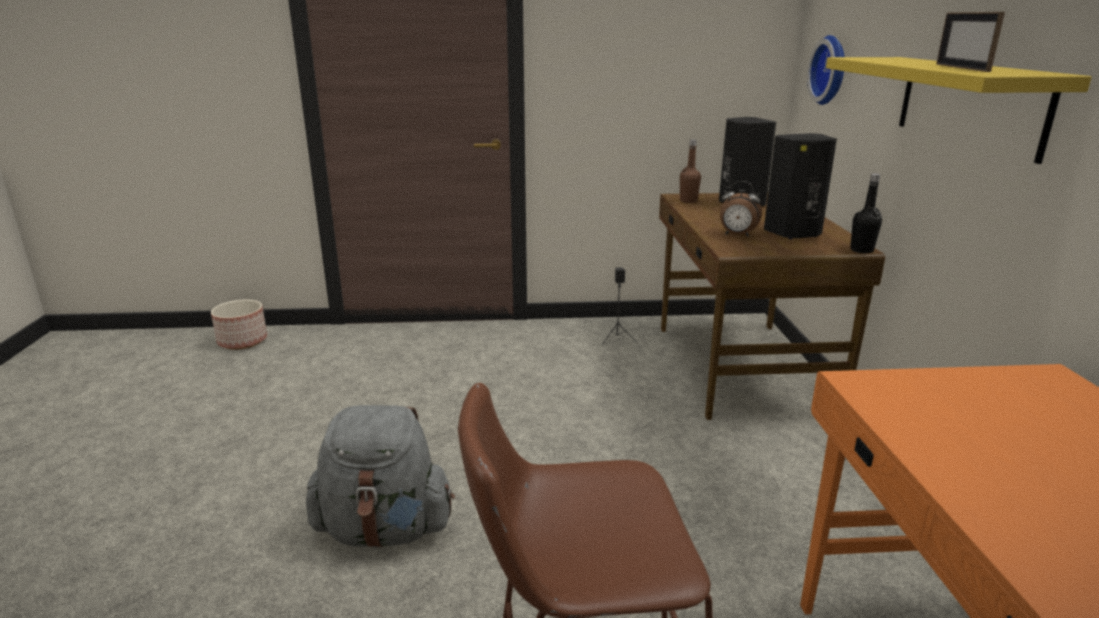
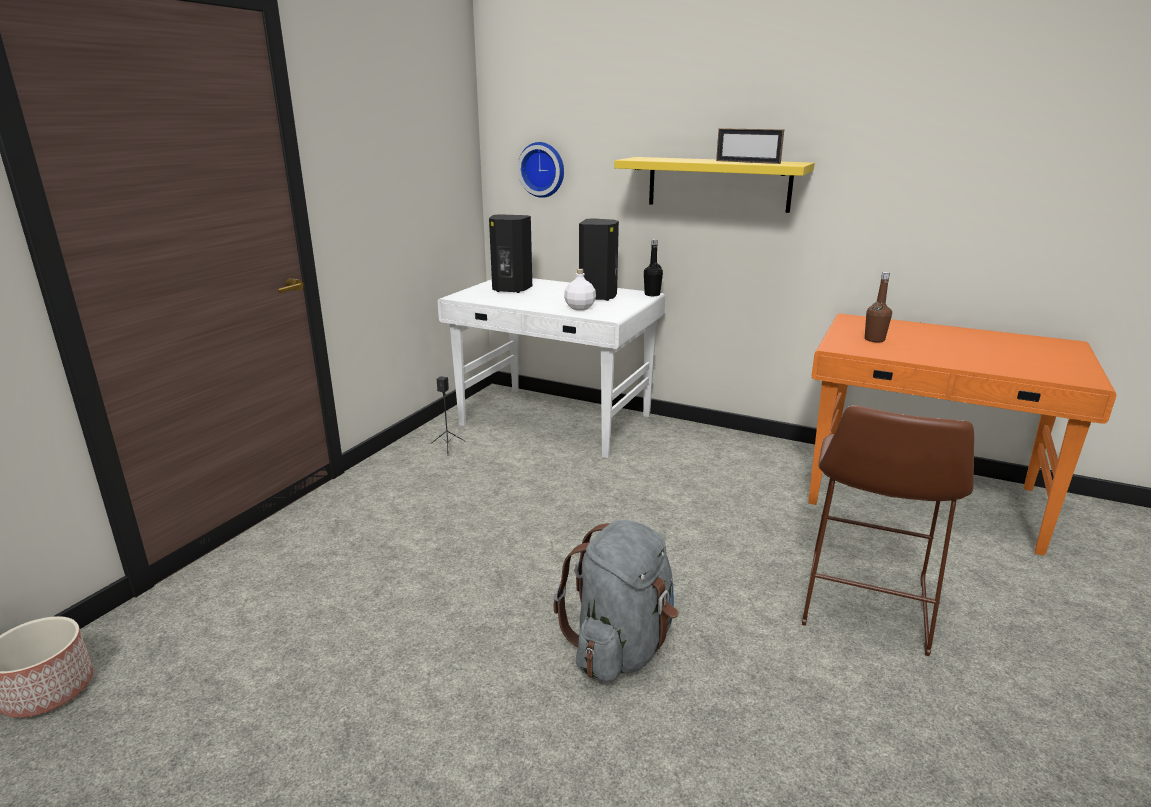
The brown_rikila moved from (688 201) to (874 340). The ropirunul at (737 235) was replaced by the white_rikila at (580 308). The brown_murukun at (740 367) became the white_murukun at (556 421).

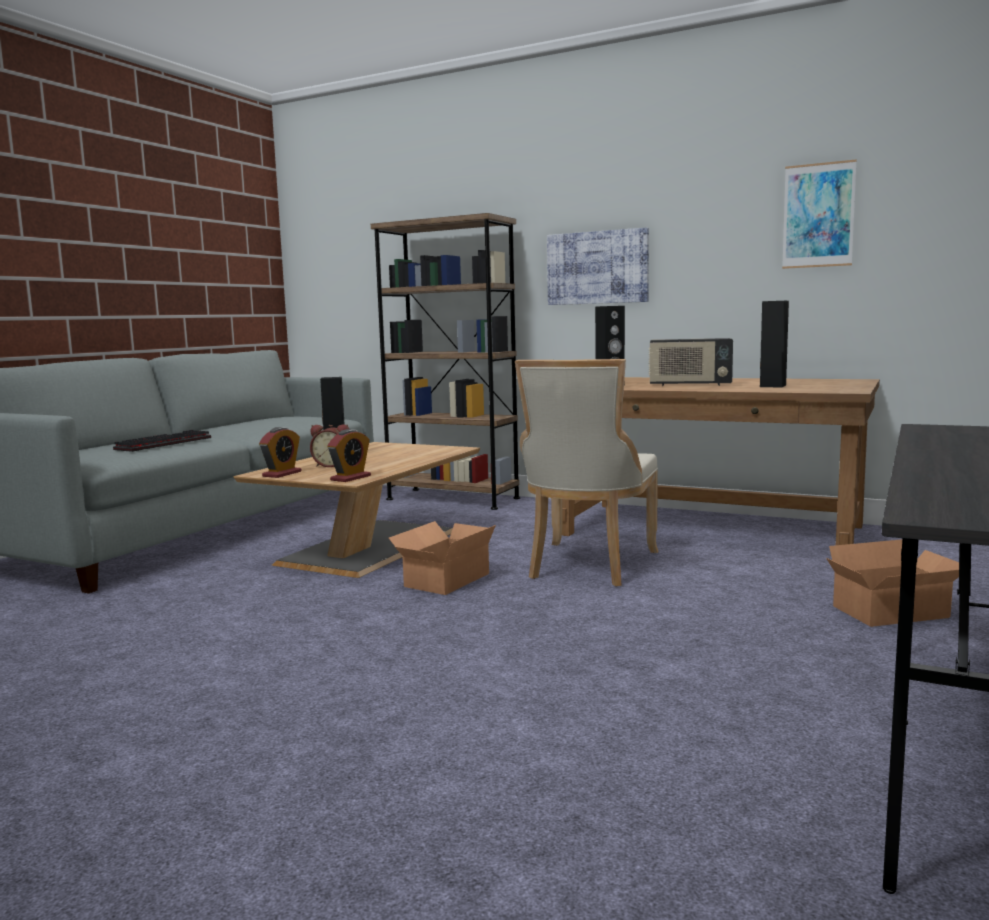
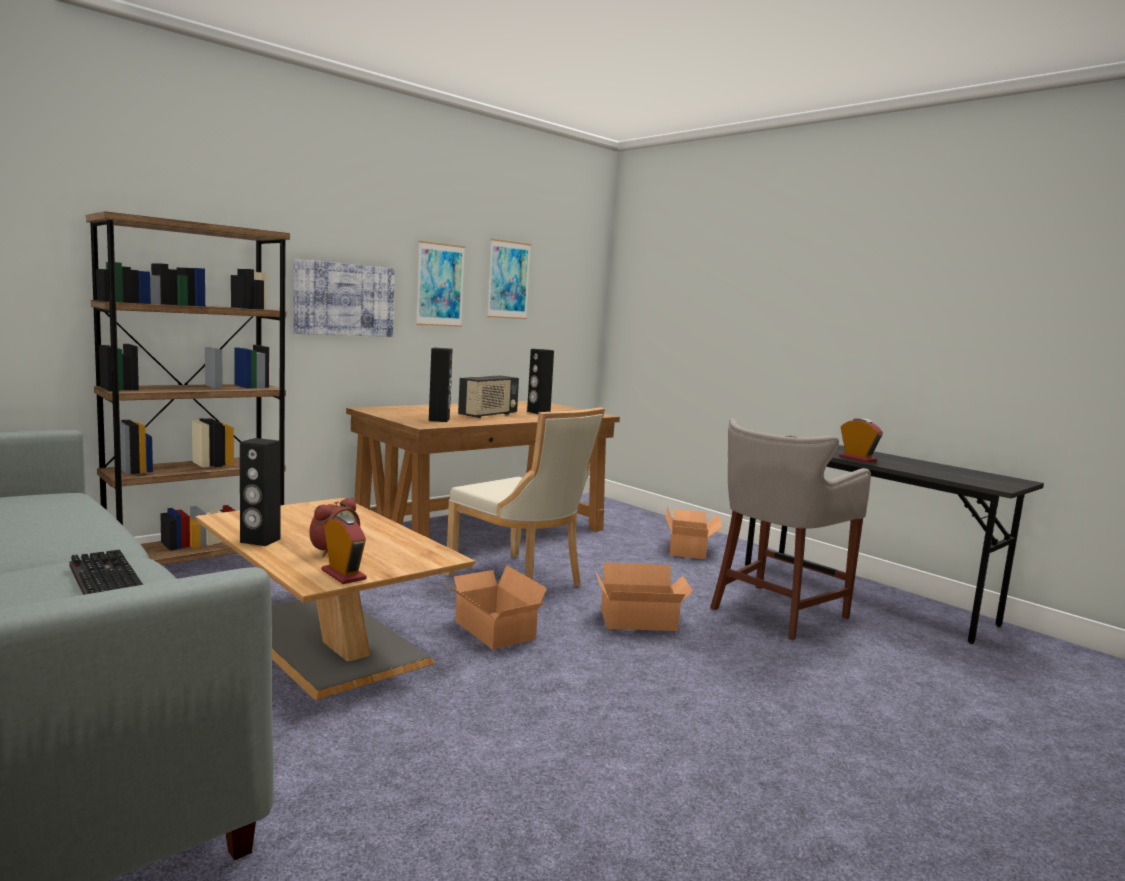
The ropirunul moved from (350 478) to (857 459). The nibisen at (440 285) appeared. The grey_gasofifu at (774 613) appeared. The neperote at (640 621) appeared.

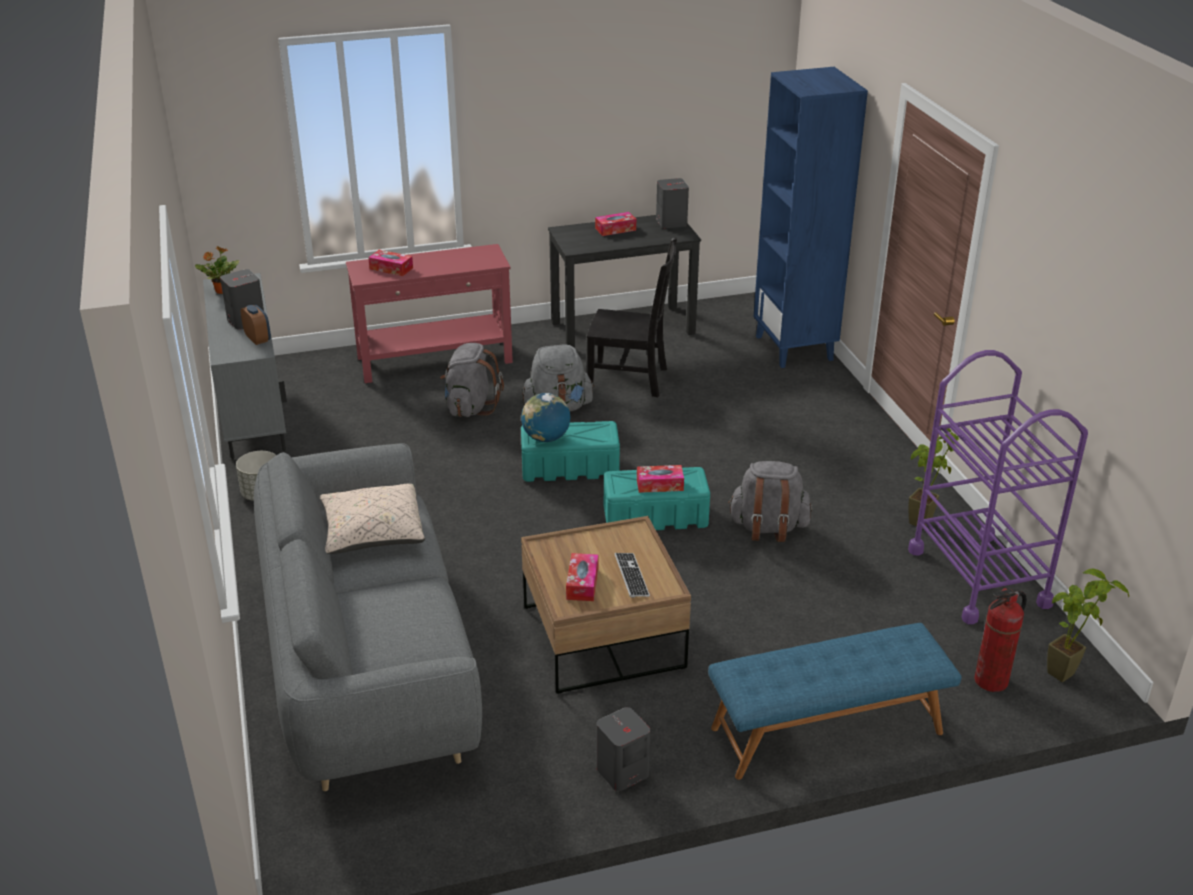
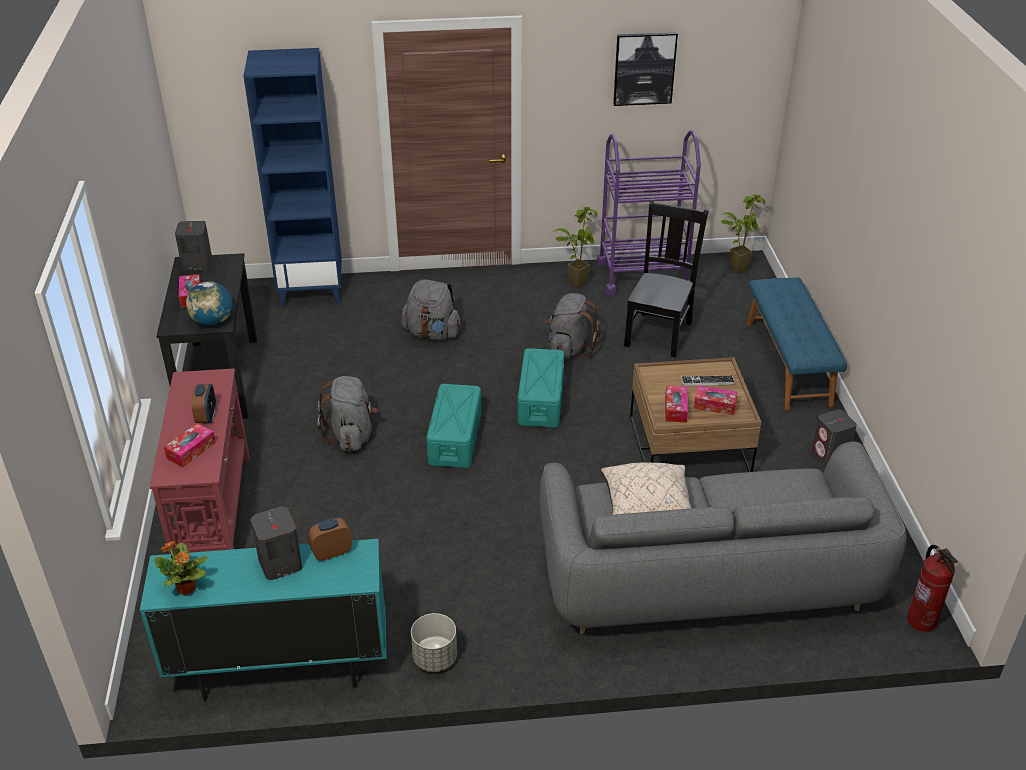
The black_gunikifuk moved from (631 379) to (659 332). The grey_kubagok at (254 422) became the turquoise_kubagok at (281 670). The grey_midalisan moved from (470 407) to (432 334). The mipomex moved from (546 438) to (213 322). The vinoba moved from (660 485) to (675 409). The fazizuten moved from (991 681) to (921 621). The nibisen at (644 68) appeared. The ropirunul at (206 417) appeared.

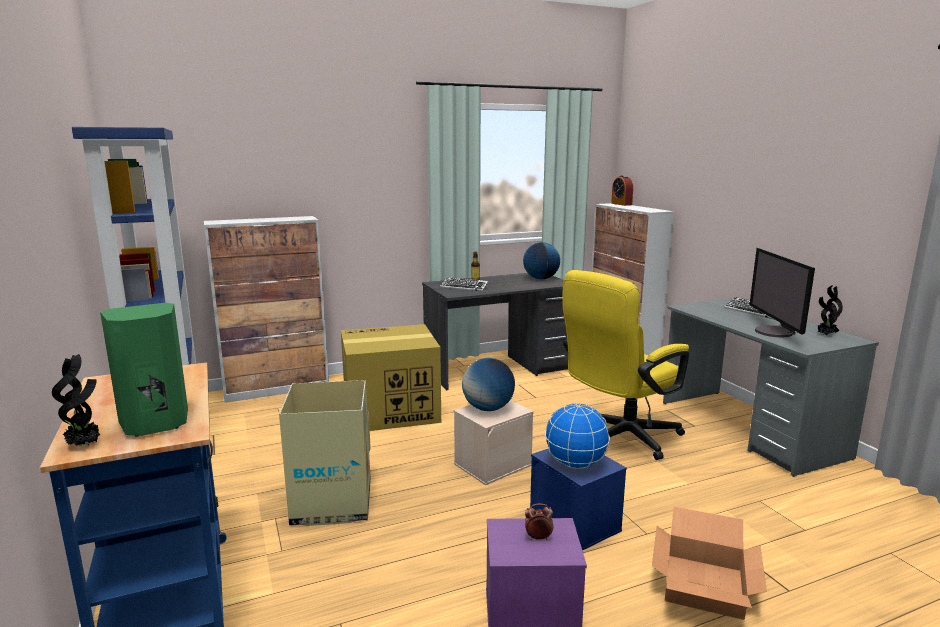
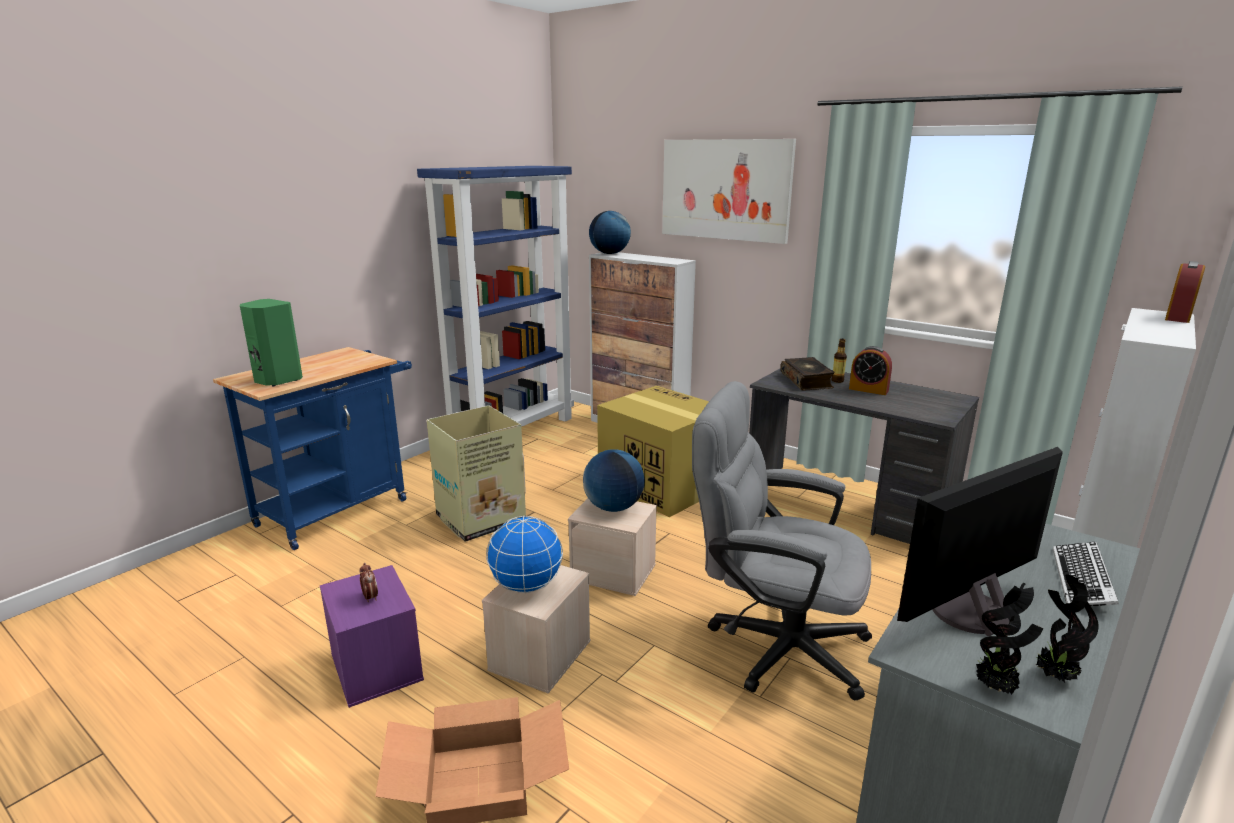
The mipomex moved from (541 279) to (609 253). The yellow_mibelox at (619 438) became the grey_mibelox at (773 643). The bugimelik at (464 287) was replaced by the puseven at (807 381). The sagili moved from (85 445) to (996 688). The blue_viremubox at (576 523) became the beige_viremubox at (540 656). The nibisen at (725 189) appeared. The ropirunul at (868 390) appeared.

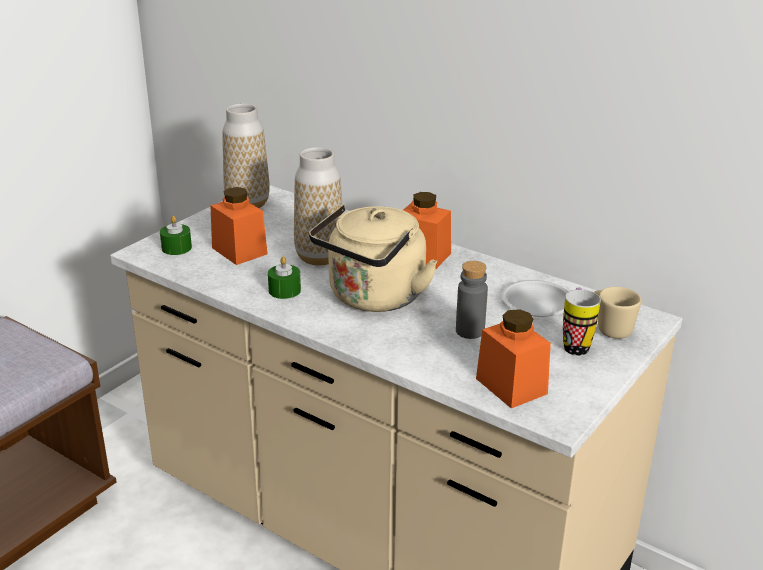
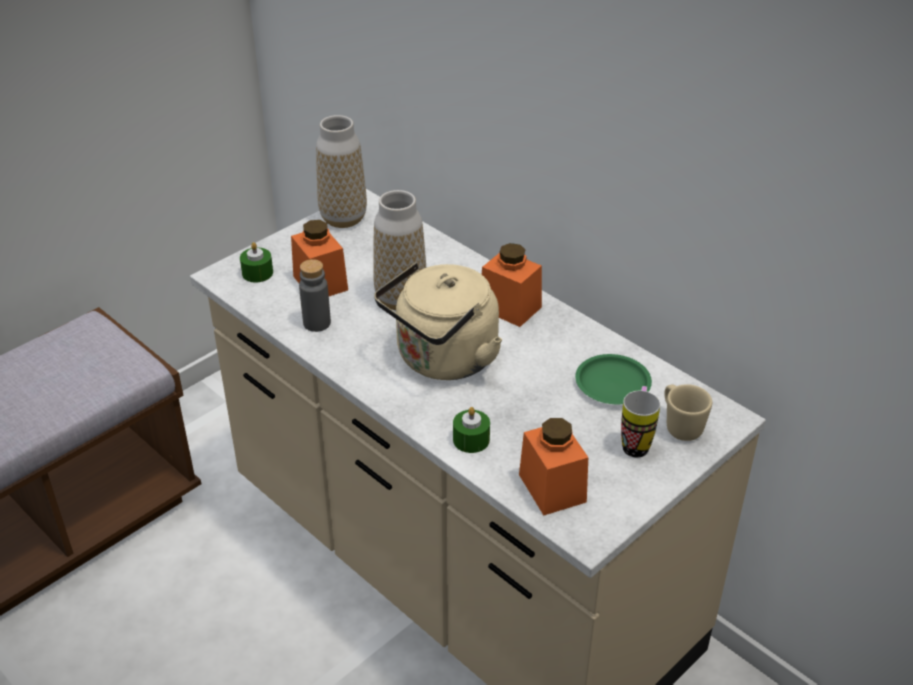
The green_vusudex moved from (284 290) to (471 439). The grey_rikila moved from (470 331) to (317 323). The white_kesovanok at (536 303) became the green_kesovanok at (613 384).

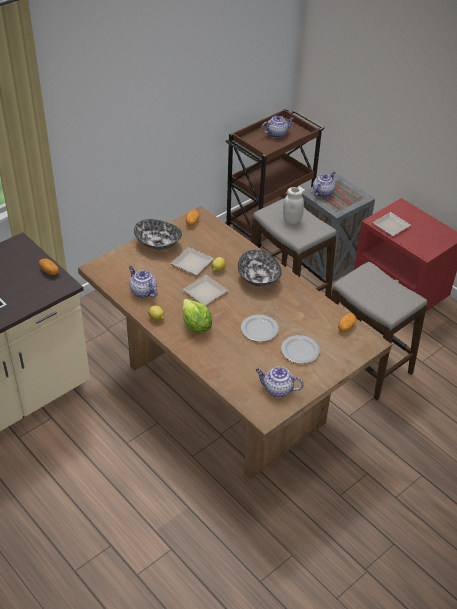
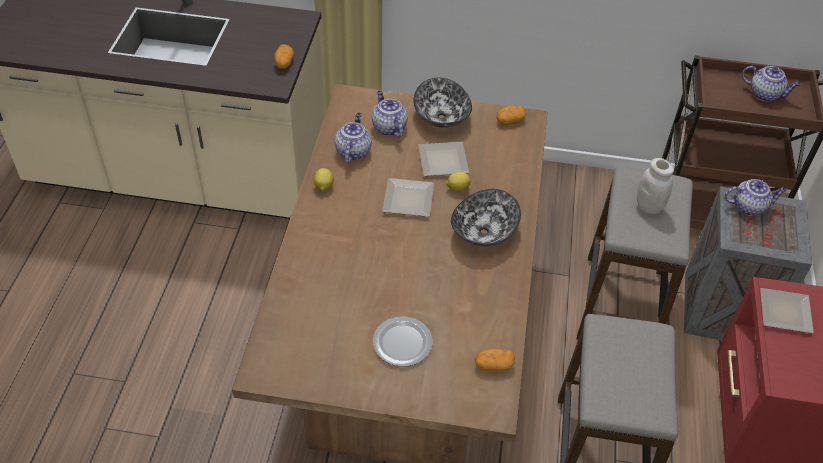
The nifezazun at (196 326) disappeared. The kesovanok at (260 330) disappeared. The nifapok moved from (277 389) to (388 127).

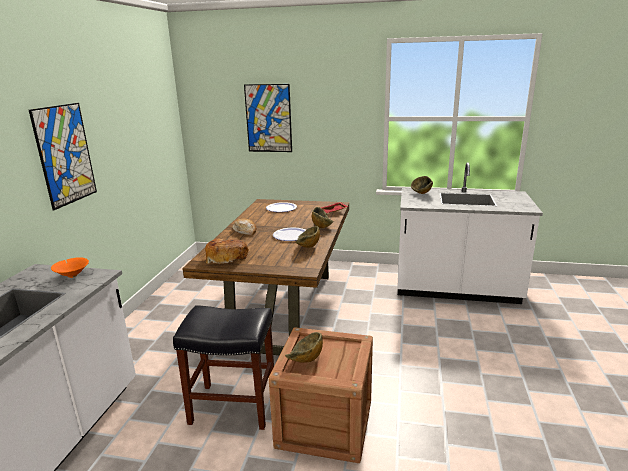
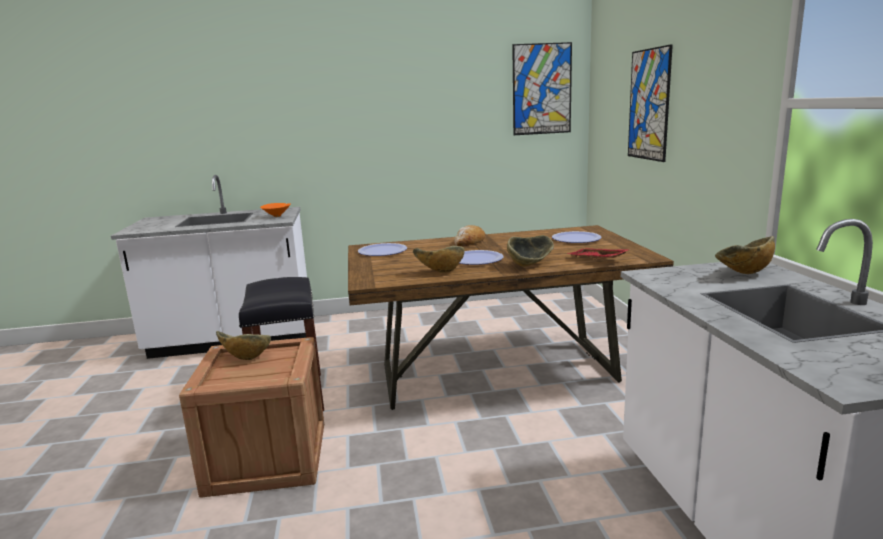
The nibisen moved from (65 155) to (542 89). The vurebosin at (226 258) was replaced by the kesovanok at (382 251).

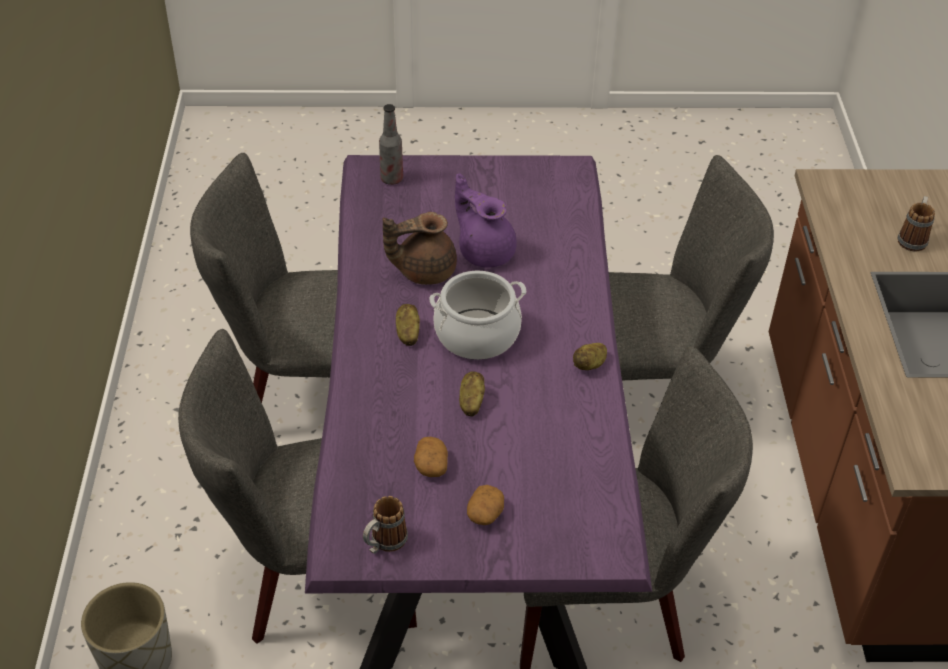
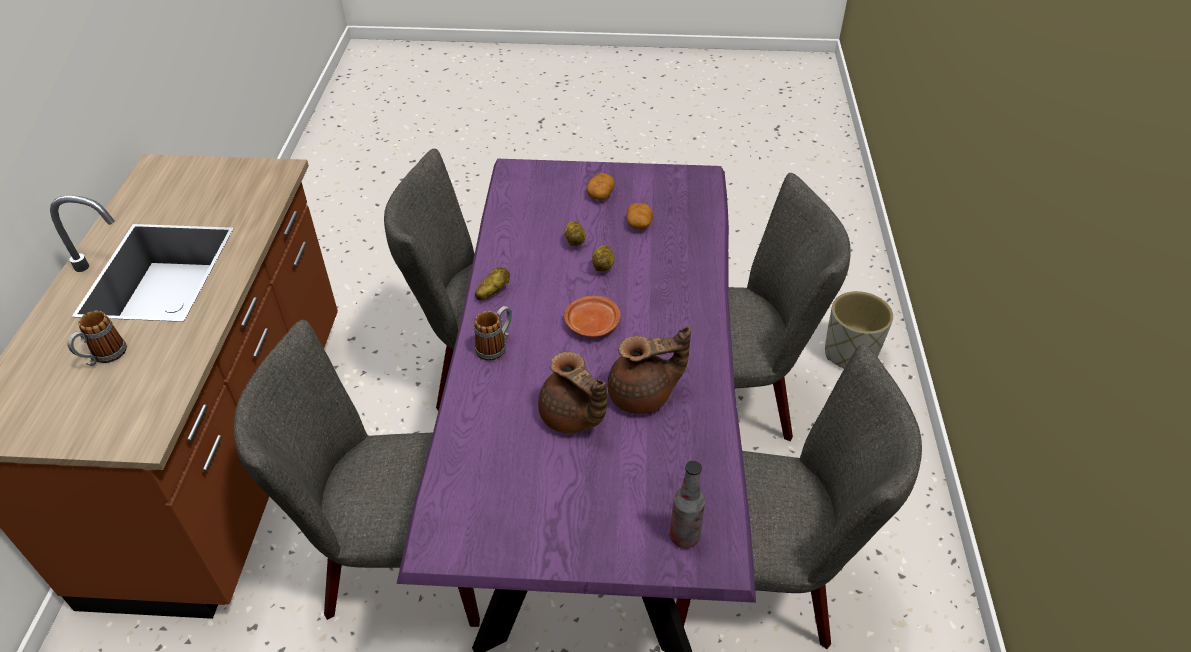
The purple_nifapok at (485 251) became the brown_nifapok at (573 417). The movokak at (477 335) was replaced by the brown_kesovanok at (592 323). The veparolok moved from (407 333) to (575 241). The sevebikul moved from (384 543) to (496 346).

